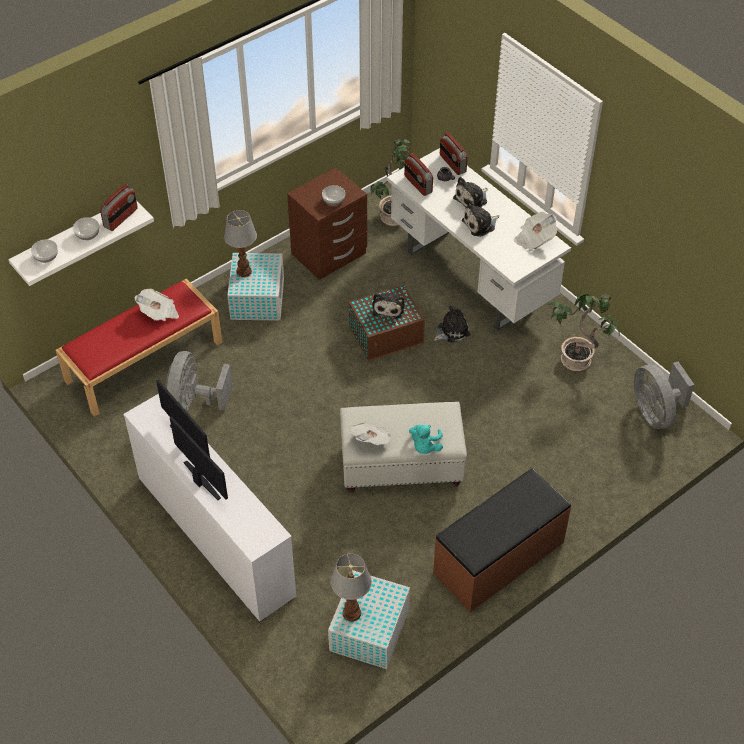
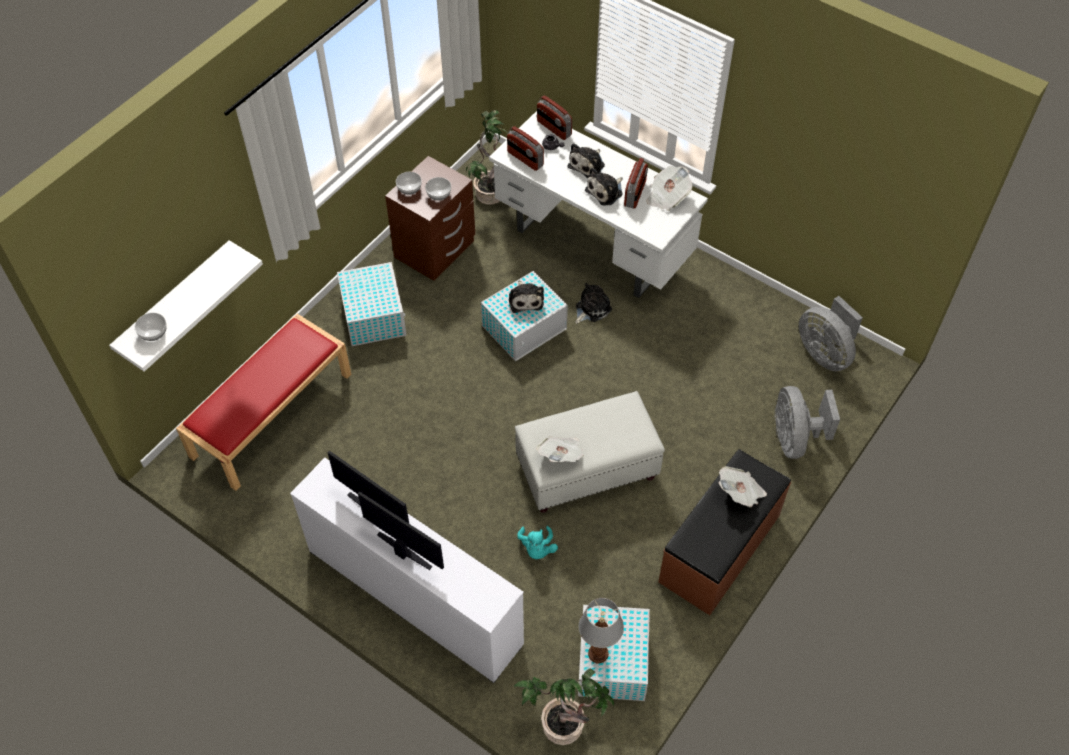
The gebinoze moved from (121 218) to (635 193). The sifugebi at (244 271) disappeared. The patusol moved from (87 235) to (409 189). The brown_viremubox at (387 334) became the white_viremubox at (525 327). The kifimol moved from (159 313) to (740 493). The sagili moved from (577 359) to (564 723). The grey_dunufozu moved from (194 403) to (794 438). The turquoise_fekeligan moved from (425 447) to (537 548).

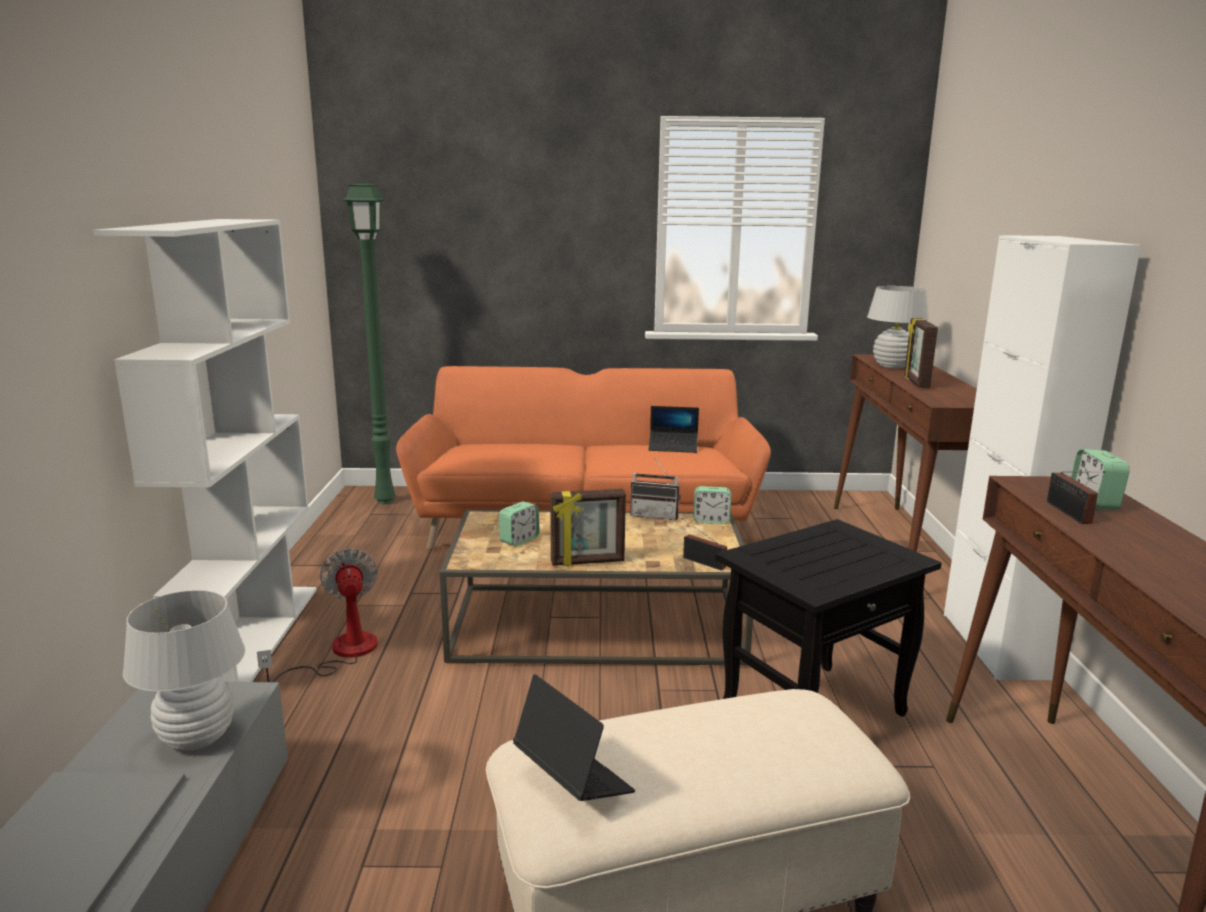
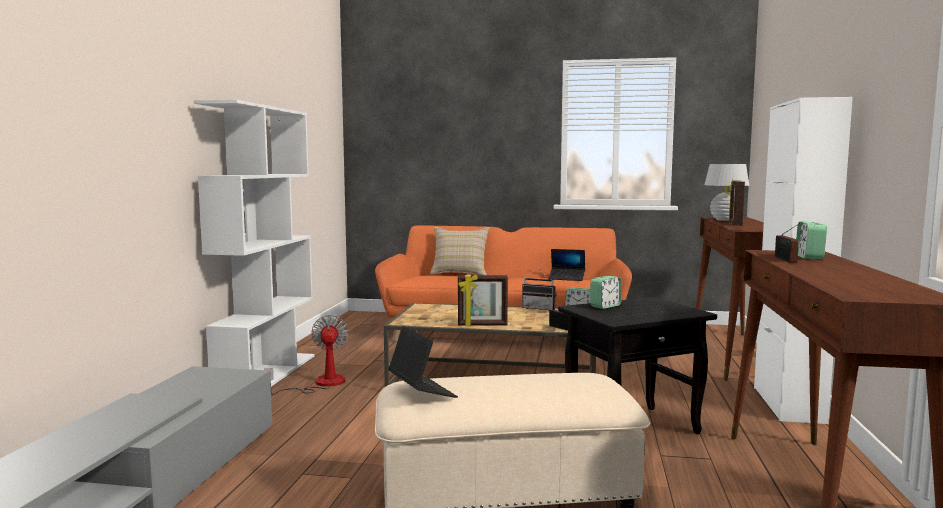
The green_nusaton at (386 501) disappeared. The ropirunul moved from (519 540) to (605 306). The white_sifugebi at (197 738) disappeared. The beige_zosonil at (460 273) appeared.

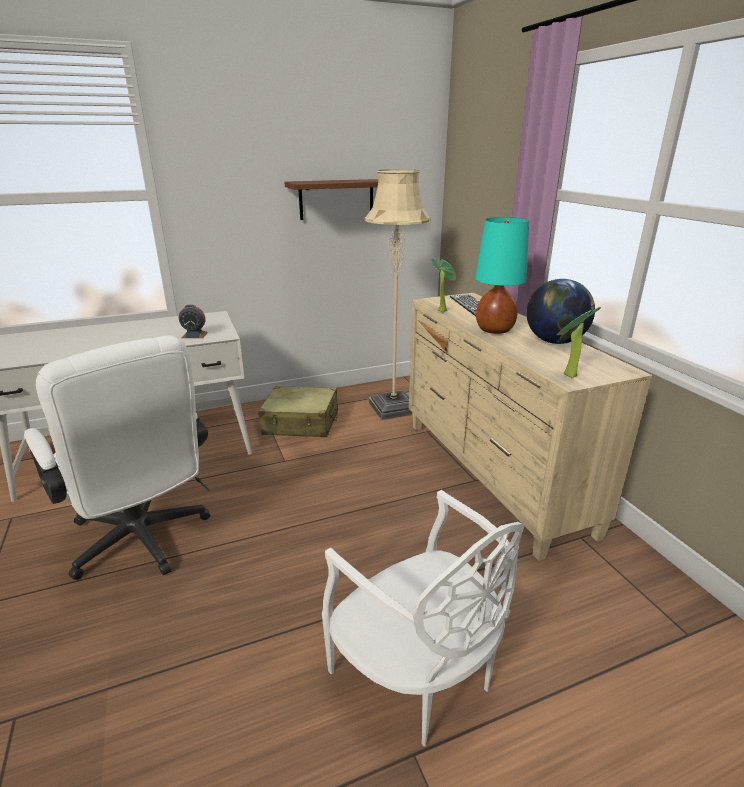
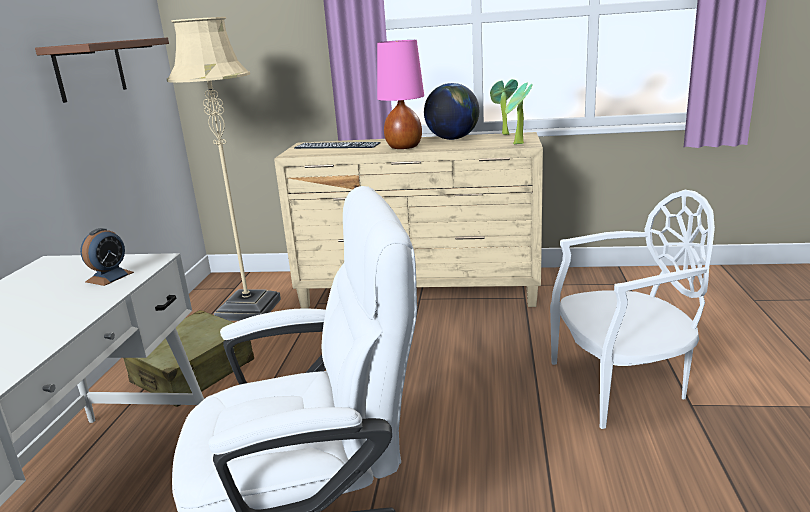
The turquoise_sifugebi at (494 330) became the pink_sifugebi at (404 147). The sagili moved from (442 310) to (503 134).

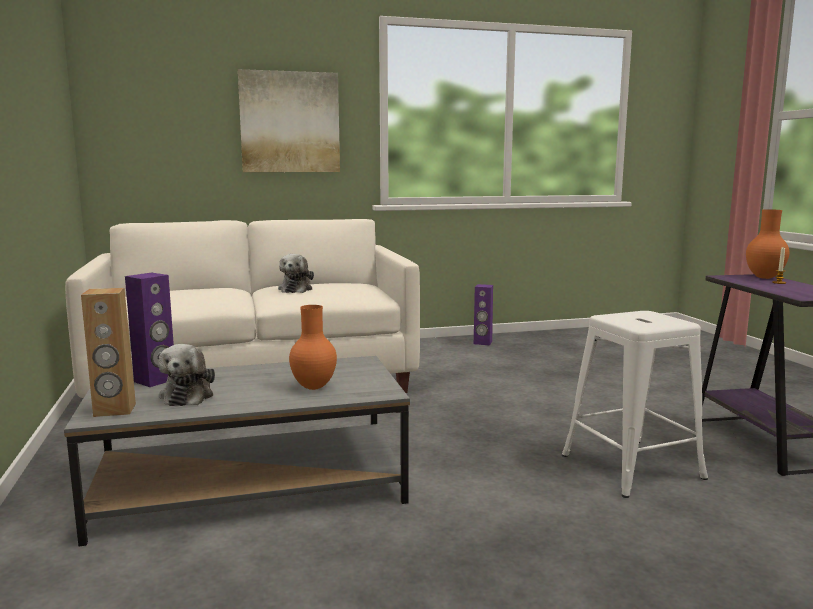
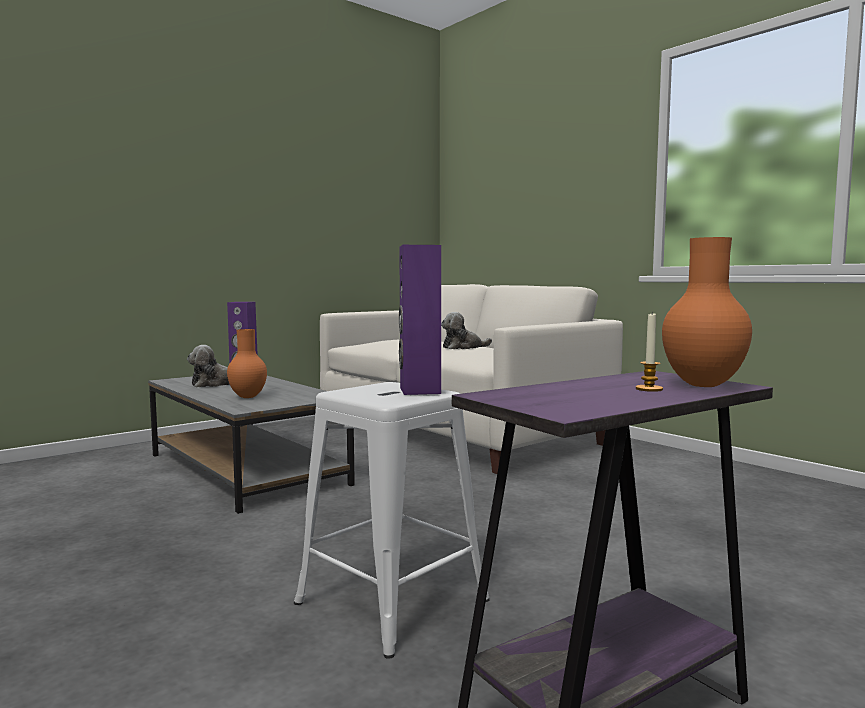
The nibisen at (290 122) disappeared. The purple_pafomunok moved from (482 343) to (419 390). The brown_pafomunok at (114 410) disappeared.

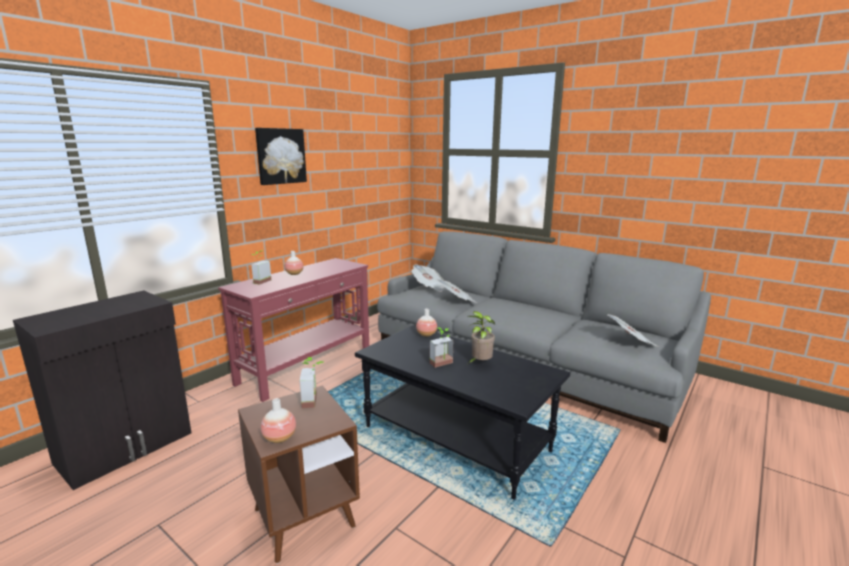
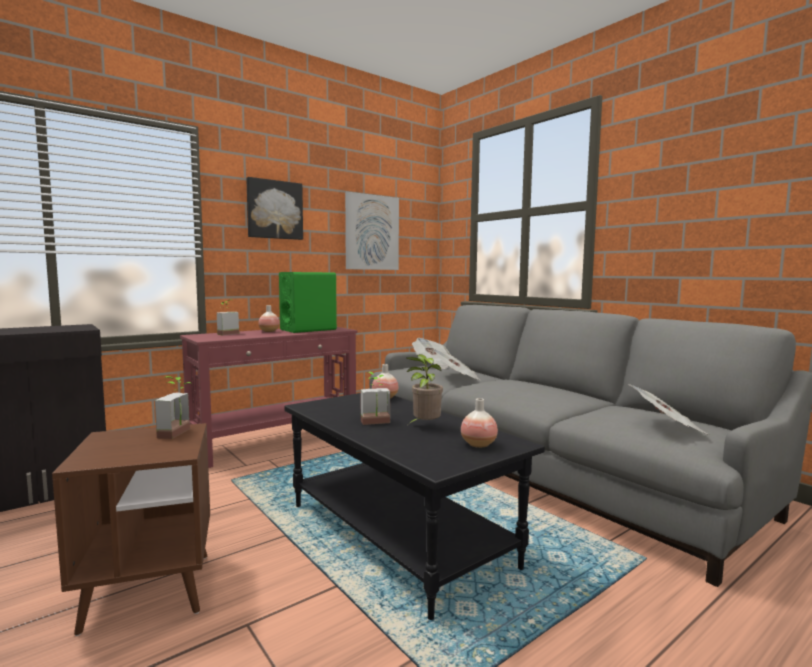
The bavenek moved from (279 438) to (478 444). The nibisen at (371 232) appeared. The green_pafomunok at (308 329) appeared.

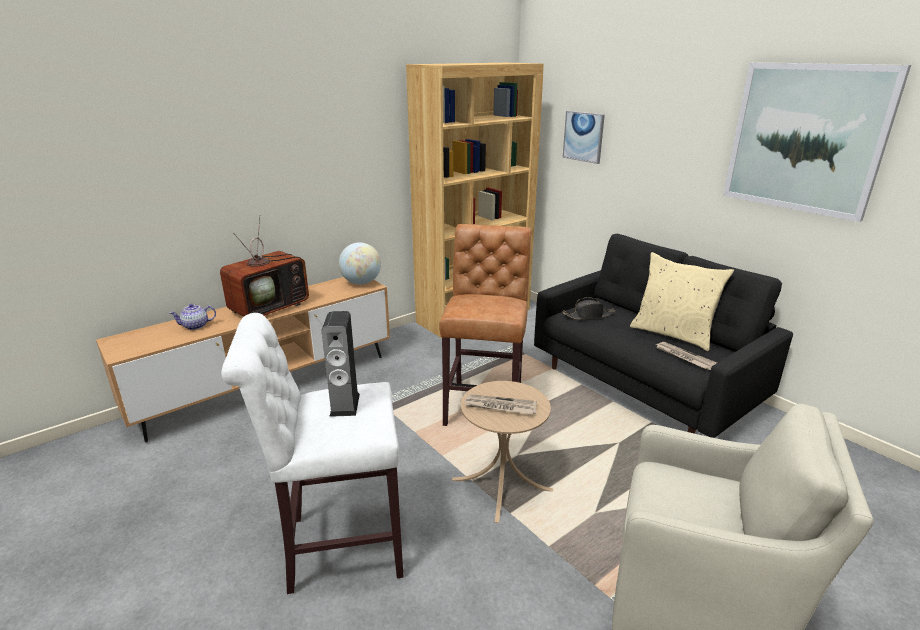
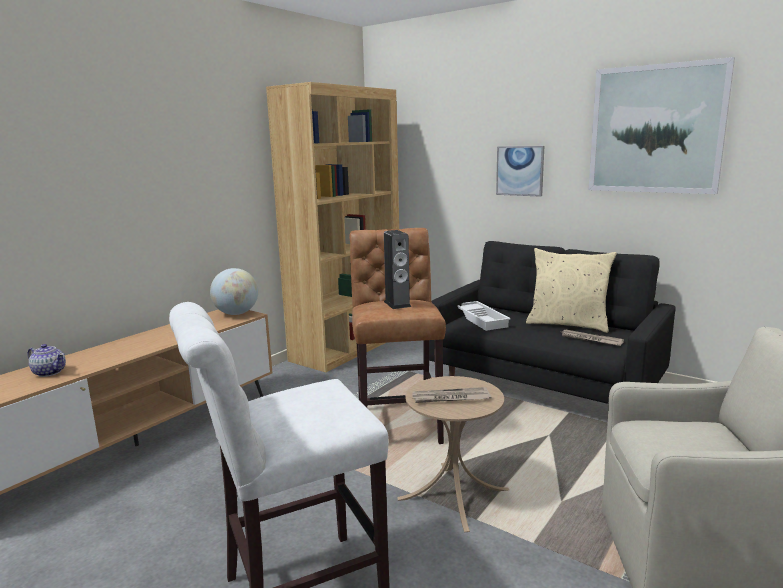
The nibisen moved from (583 136) to (520 171). The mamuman at (270 307) disappeared. The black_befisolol at (588 315) was replaced by the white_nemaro at (482 319). The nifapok at (196 326) turned 120 degrees counterclockwise. The pafomunok moved from (345 405) to (397 304).

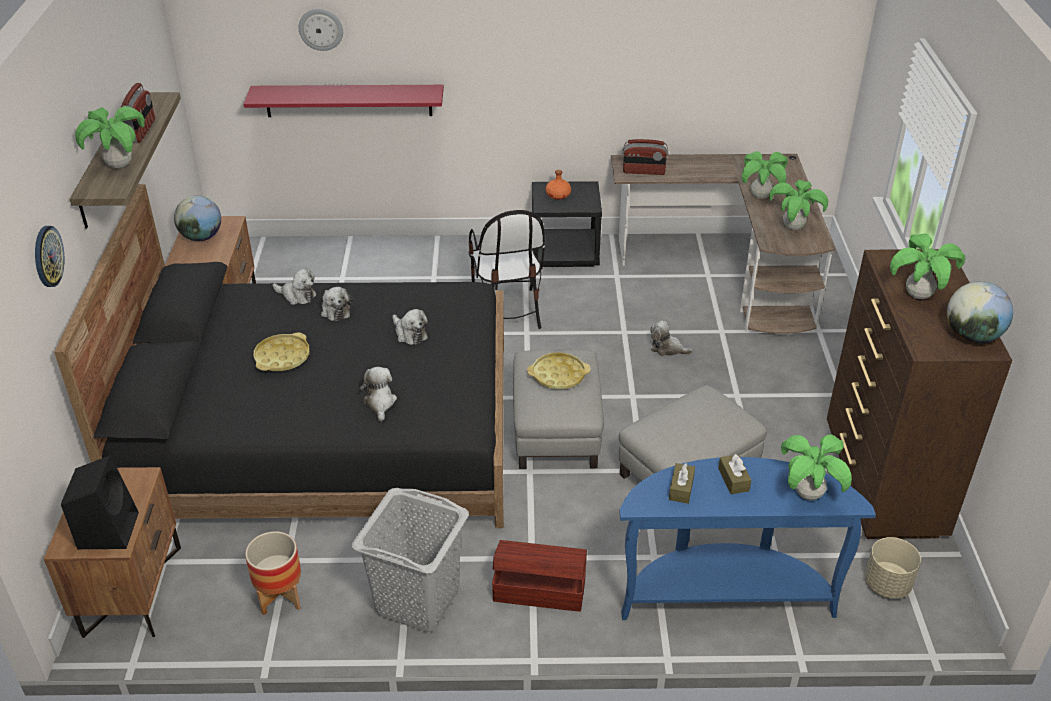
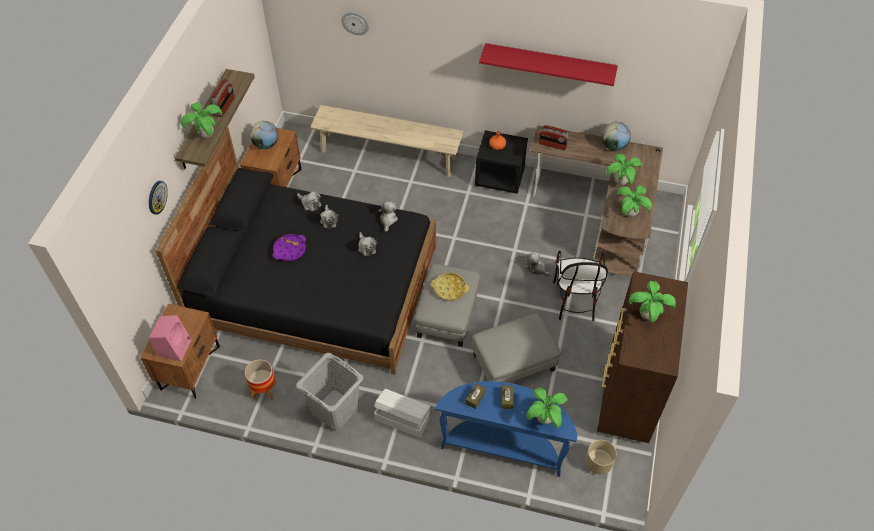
The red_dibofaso moved from (348 100) to (549 63). The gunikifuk moved from (507 311) to (574 300). The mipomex moved from (972 336) to (613 146). The yellow_nemaro at (282 357) became the purple_nemaro at (289 250). The fekeligan moved from (380 403) to (388 220). The black_pafomunok at (108 529) became the pink_pafomunok at (174 346). The brown_viremubox at (538 589) became the white_viremubox at (402 418). The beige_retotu at (388 155) appeared.

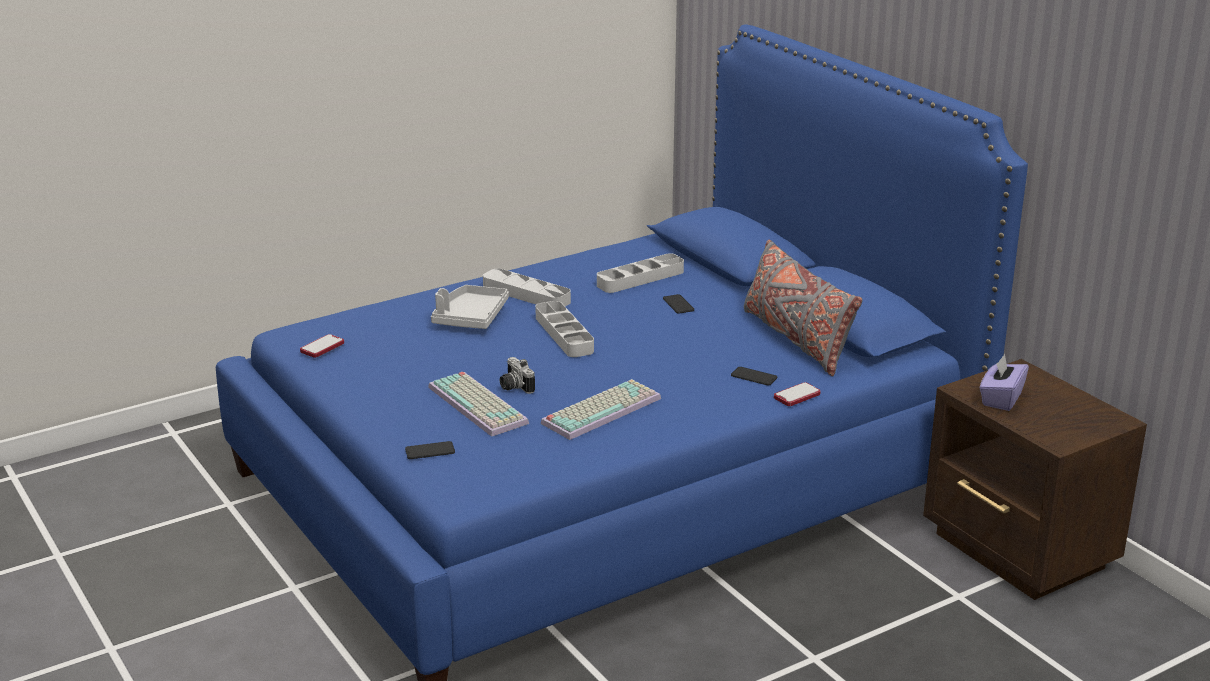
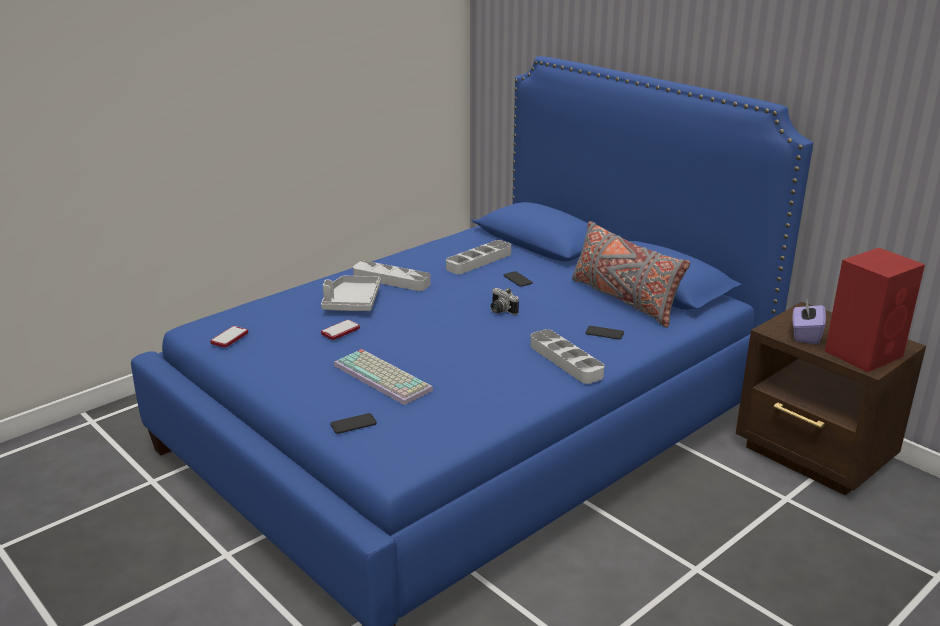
The grey_nemaro moved from (564 334) to (565 361). The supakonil moved from (514 387) to (500 311). The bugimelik at (601 409) disappeared. The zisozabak moved from (797 396) to (340 331). The red_pafomunok at (865 353) appeared.

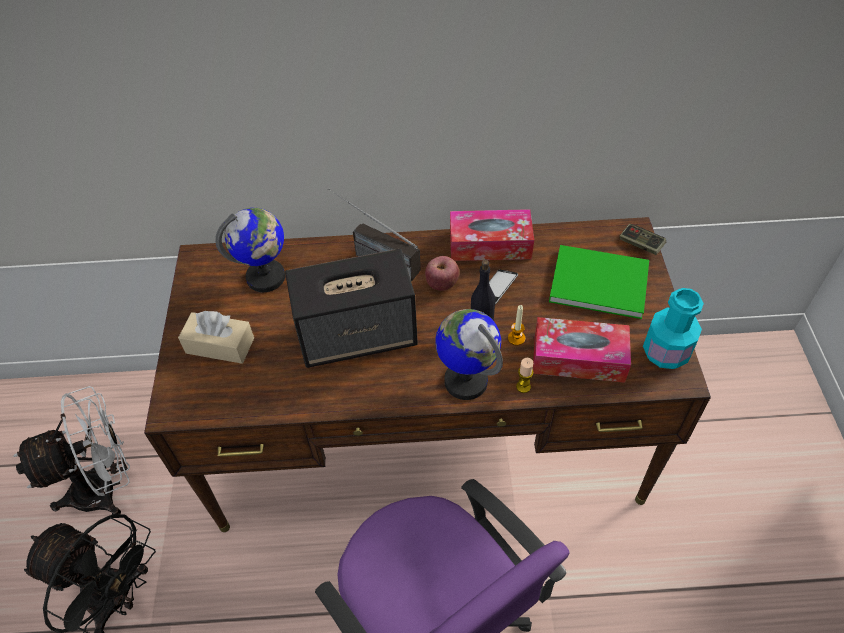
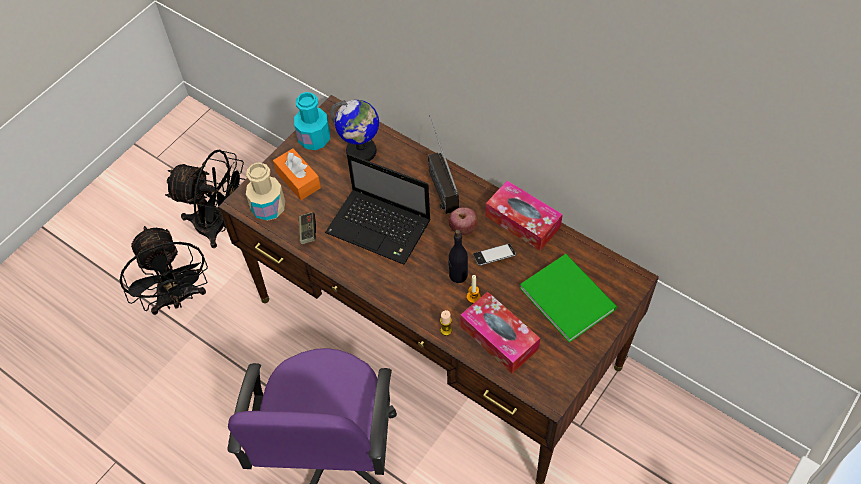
The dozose moved from (640 244) to (308 231). The pafomunok at (358 335) was replaced by the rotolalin at (381 227). The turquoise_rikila moved from (665 352) to (314 139). The mipomex at (466 381) disappeared. The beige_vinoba at (220 345) became the orange_vinoba at (298 180). The white_dunufozu at (106 488) became the black_dunufozu at (219 225). The beige_rikila at (268 208) appeared.

